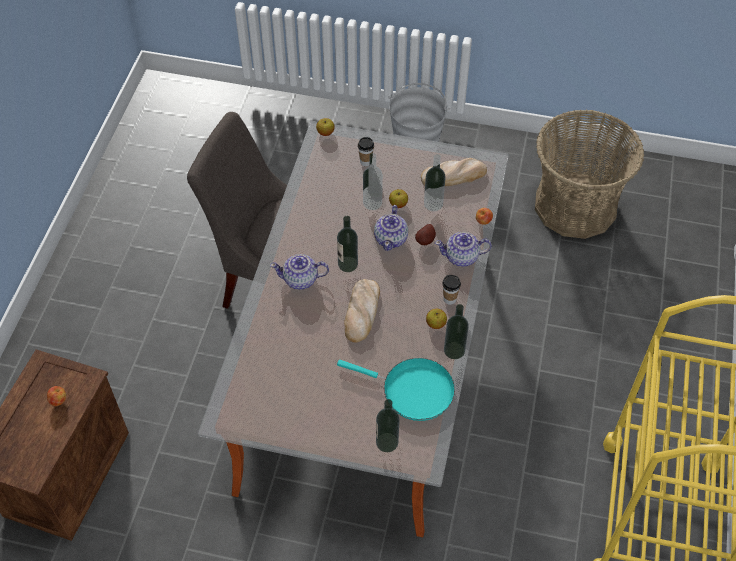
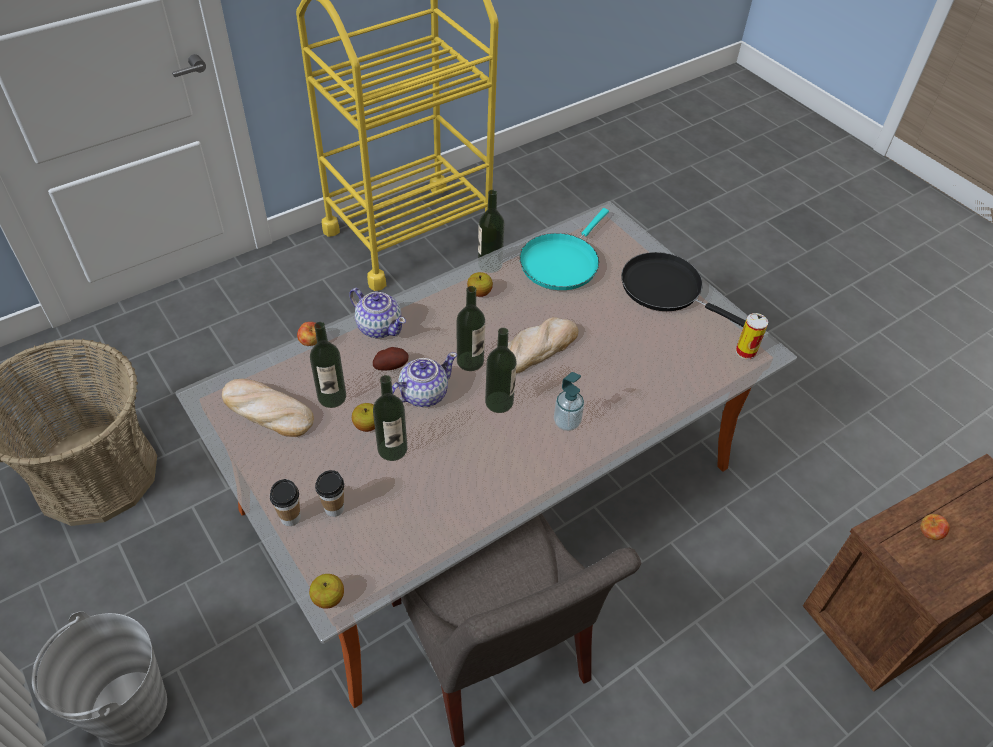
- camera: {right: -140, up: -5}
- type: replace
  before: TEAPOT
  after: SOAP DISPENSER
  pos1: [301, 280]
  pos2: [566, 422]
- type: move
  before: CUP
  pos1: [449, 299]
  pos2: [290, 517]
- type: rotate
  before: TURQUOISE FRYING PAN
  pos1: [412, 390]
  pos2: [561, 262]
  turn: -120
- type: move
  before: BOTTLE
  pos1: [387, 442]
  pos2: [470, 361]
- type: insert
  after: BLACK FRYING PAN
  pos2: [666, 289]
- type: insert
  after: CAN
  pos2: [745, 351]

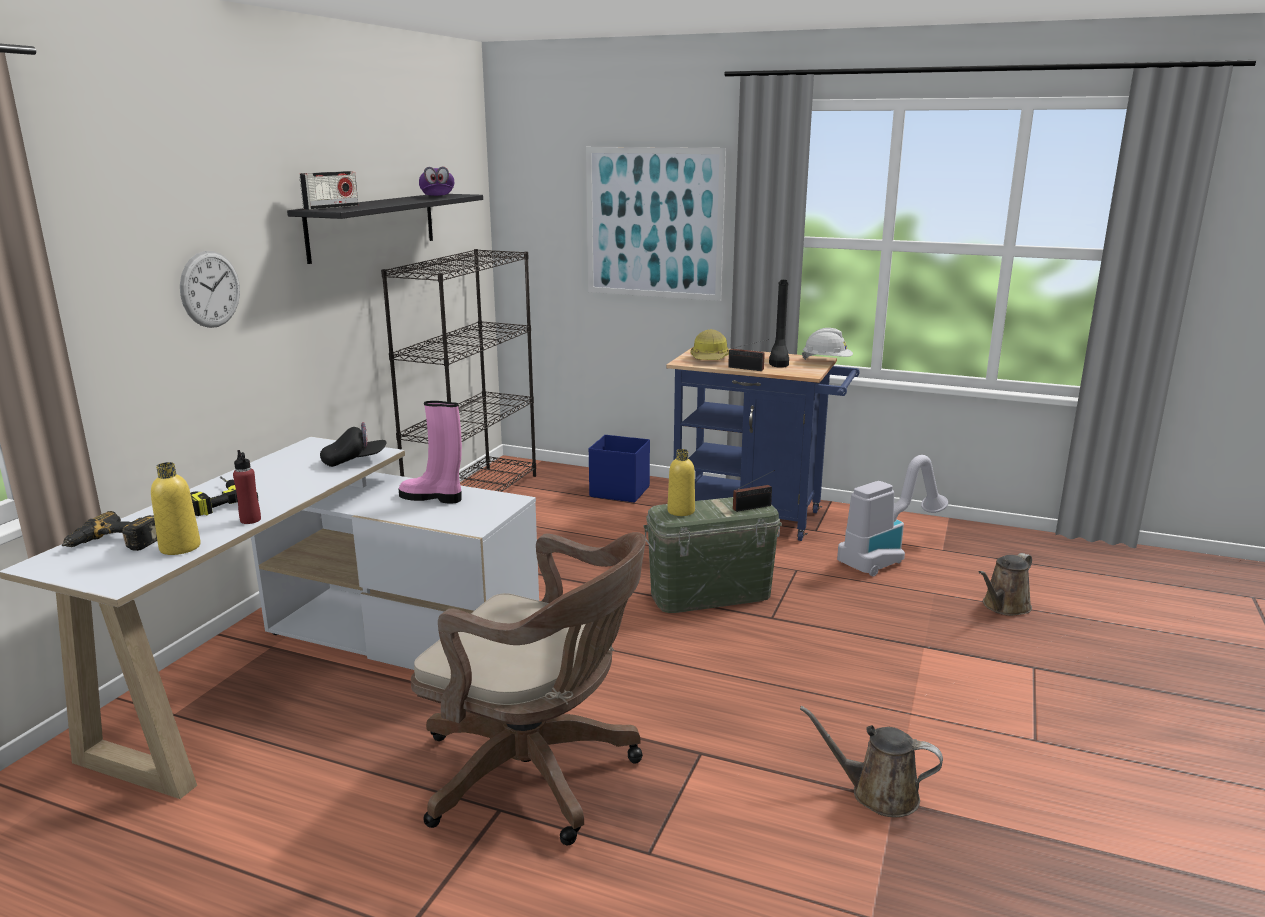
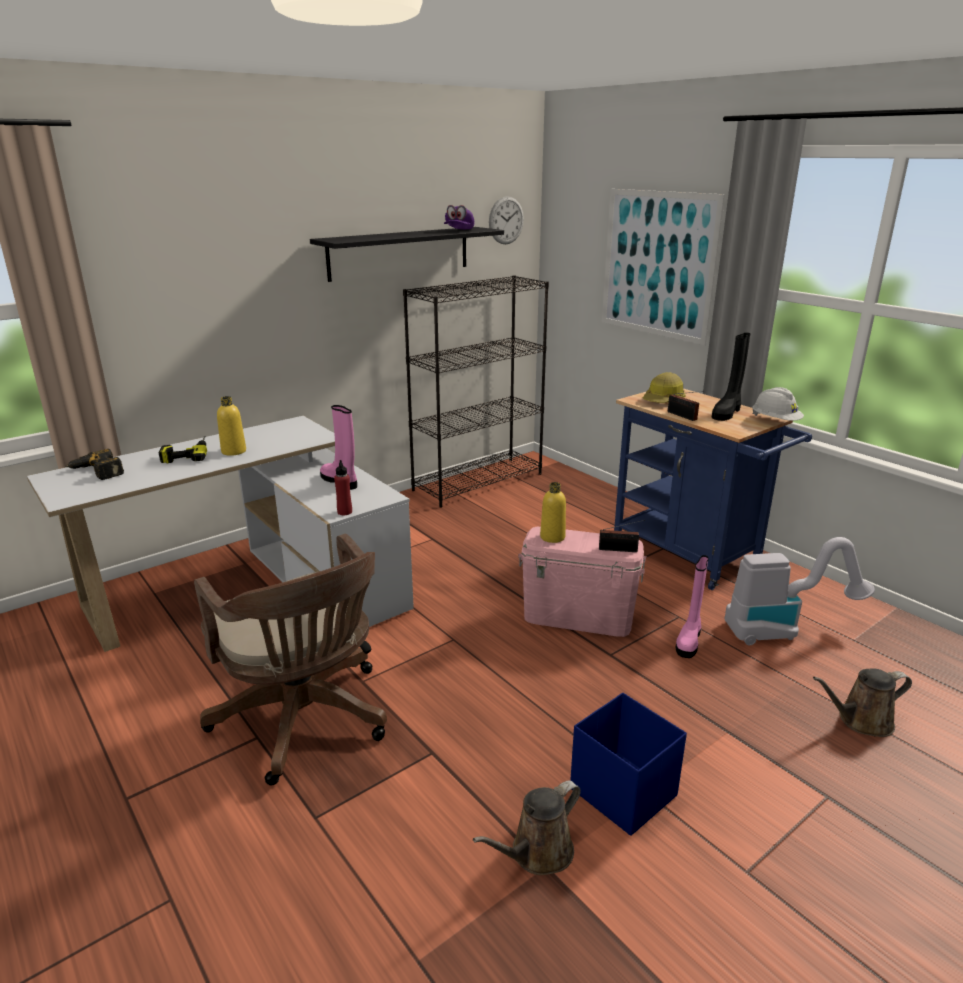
- camera: {right: 30, up: 5}
- type: delete
  before: RADIO
  pos1: [331, 207]
- type: move
  before: WALL CLOCK
  pos1: [210, 289]
  pos2: [506, 220]
- type: delete
  before: BLACK CAP
  pos1: [354, 461]
- type: move
  before: BLUE STORAGE BOX
  pos1: [619, 491]
  pos2: [622, 791]
- type: move
  before: RED BOTTLE
  pos1: [250, 520]
  pos2: [344, 512]
- type: move
  before: YELLOW BOTTLE
  pos1: [180, 547]
  pos2: [234, 451]
- type: recolor
  before: GREEN STORAGE BOX
  after: PINK STORAGE BOX
  pos1: [710, 594]
  pos2: [578, 616]
- type: rotate
  before: BROWN WATERING CAN
  pos1: [877, 794]
  pos2: [537, 853]
  turn: -90
- type: insert
  after: PINK BOOT
  pos2: [689, 641]

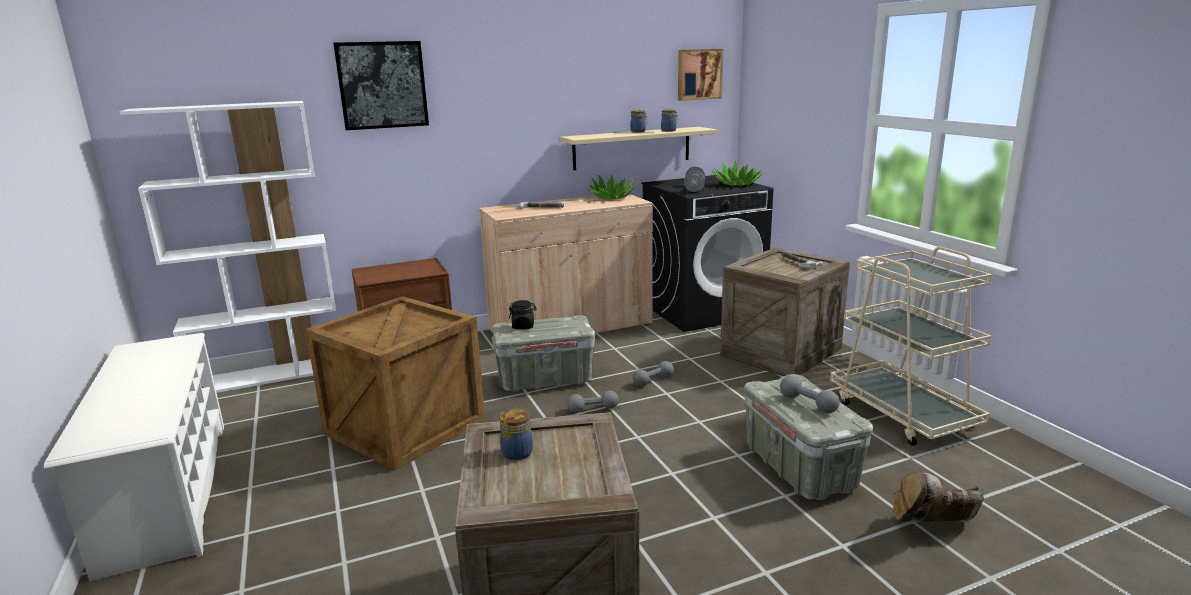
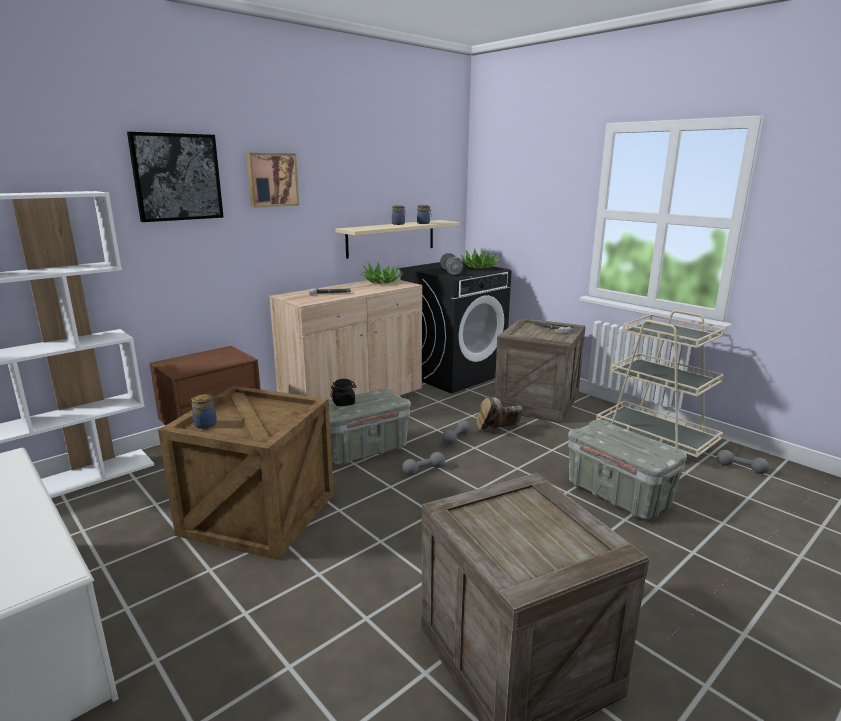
- camera: {right: -20, up: 0}
- type: move
  before: PICTURE
  pos1: [699, 74]
  pos2: [272, 180]
- type: move
  before: GREY DUMBBELL
  pos1: [808, 404]
  pos2: [741, 468]
- type: move
  before: JAR
  pos1: [516, 452]
  pos2: [204, 424]
- type: move
  before: BROWN BOOT
  pos1: [931, 527]
  pos2: [497, 430]

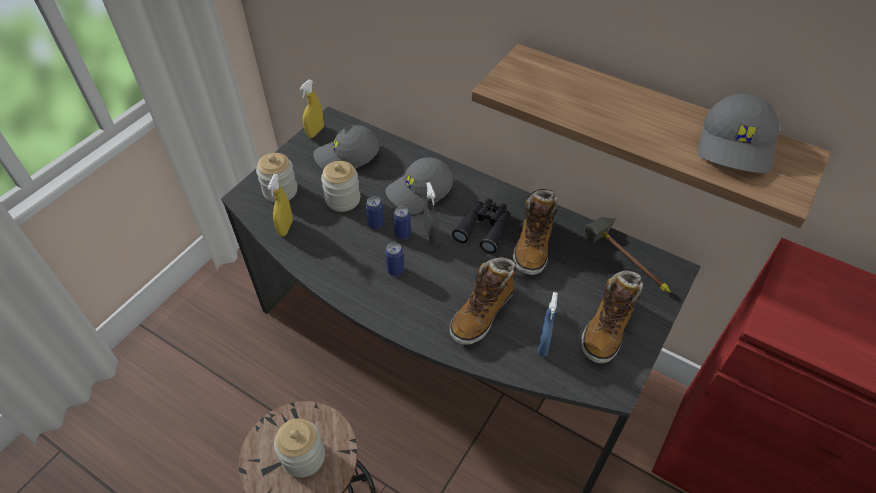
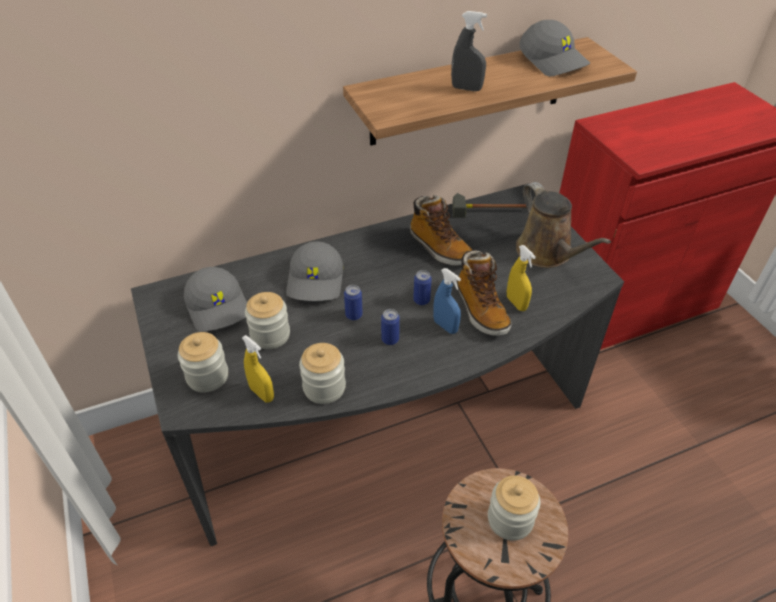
- camera: {right: -55, up: -5}
- type: move
  before: YELLOW SPRAY BOTTLE
  pos1: [315, 132]
  pos2: [516, 303]
- type: rotate
  before: GREY CAP
  pos1: [347, 157]
  pos2: [219, 306]
  turn: -45
- type: move
  before: GREY SPRAY BOTTLE
  pos1: [431, 236]
  pos2: [466, 88]
- type: move
  before: CAN
  pos1: [376, 224]
  pos2: [421, 300]
- type: delete
  before: BLACK BINOCULARS
  pos1: [484, 228]
- type: replace
  before: BOOT
  after: BROWN WATERING CAN
  pos1: [607, 328]
  pos2: [547, 253]
- type: move
  before: BLUE SPRAY BOTTLE
  pos1: [543, 345]
  pos2: [445, 326]
- type: insert
  after: JAR
  pos2: [324, 387]

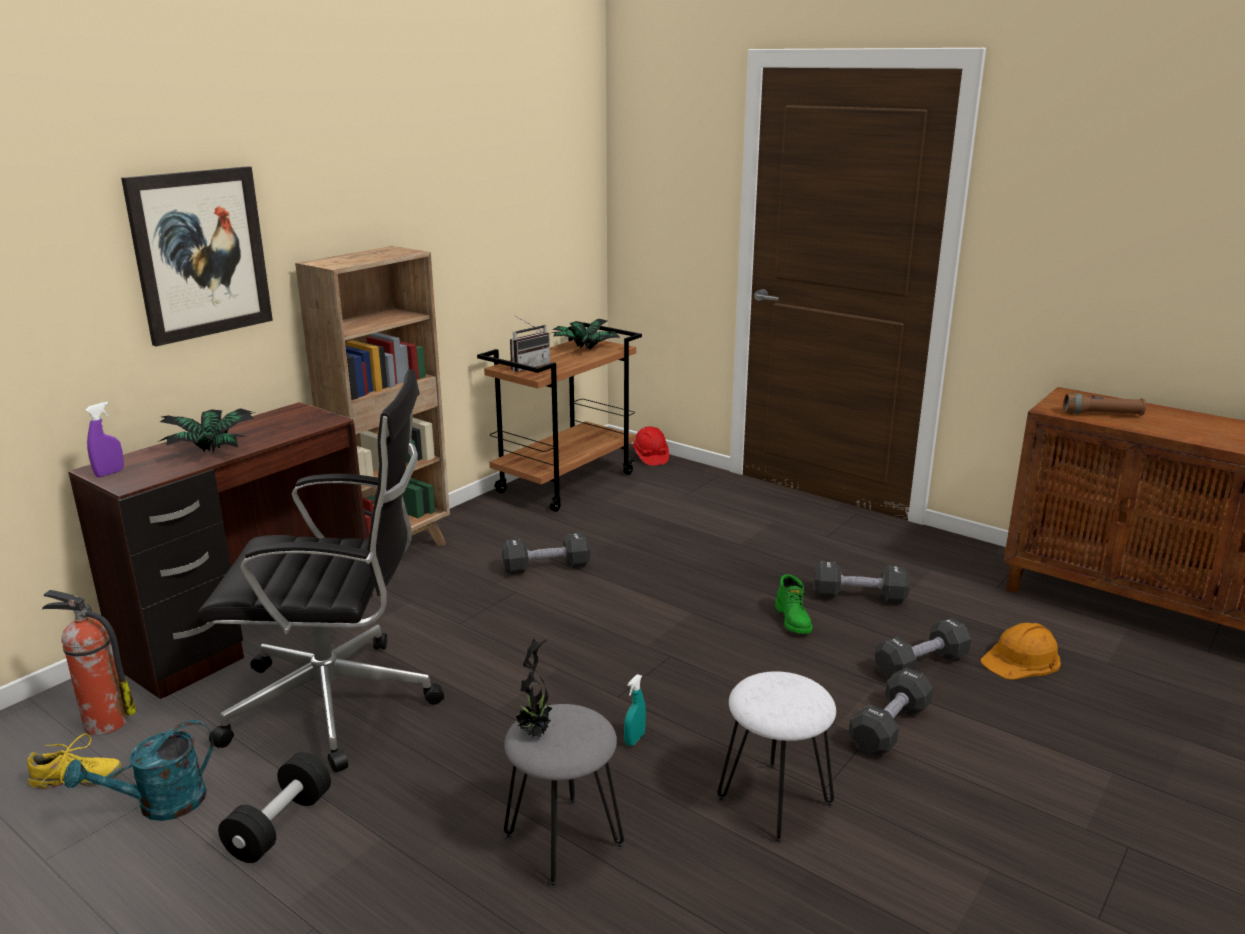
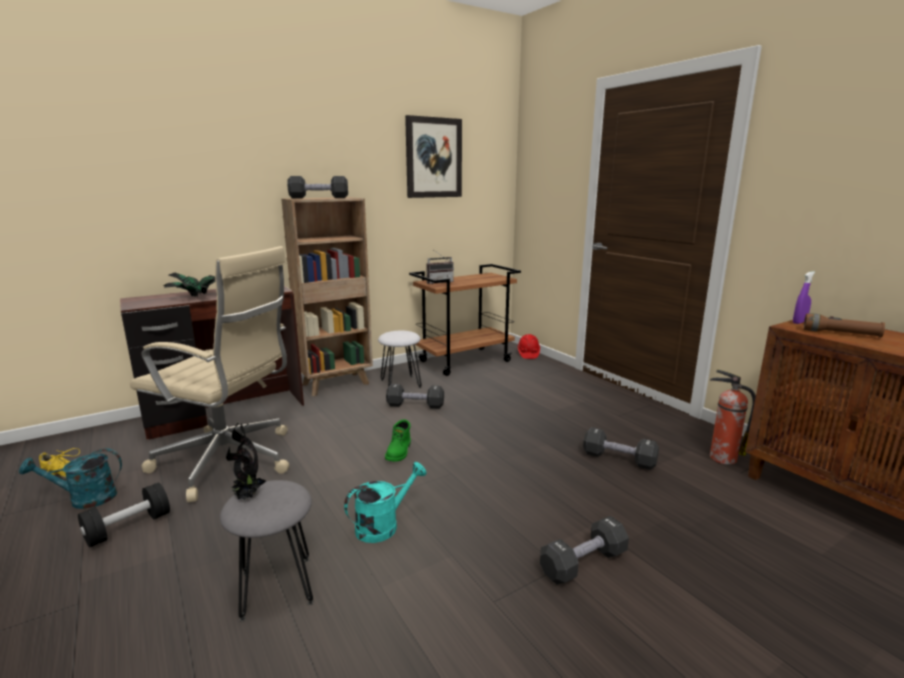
- camera: {right: 20, up: -5}
- type: move
  before: PICTURE
  pos1: [200, 254]
  pos2: [434, 158]
- type: delete
  before: POTTED PLANT
  pos1: [584, 349]
- type: recolor
  before: BLACK OFFICE CHAIR
  after: BEIGE OFFICE CHAIR
  pos1: [338, 704]
  pos2: [229, 461]
- type: move
  before: PURPLE SPRAY BOTTLE
  pos1: [109, 473]
  pos2: [799, 322]
- type: move
  before: GREEN BOOT
  pos1: [794, 620]
  pos2: [399, 452]
- type: move
  before: FIRE EXTINGUISHER
  pos1: [103, 722]
  pos2: [721, 457]
- type: move
  before: BLACK DUMBBELL
  pos1: [920, 665]
  pos2: [319, 198]
- type: delete
  before: ORANGE HARD HAT
  pos1: [1021, 660]
- type: move
  before: WHITE STOOL
  pos1: [775, 802]
  pos2: [400, 384]
- type: replace
  before: TURQUOISE SPRAY BOTTLE
  after: TURQUOISE WATERING CAN
  pos1: [634, 739]
  pos2: [383, 525]

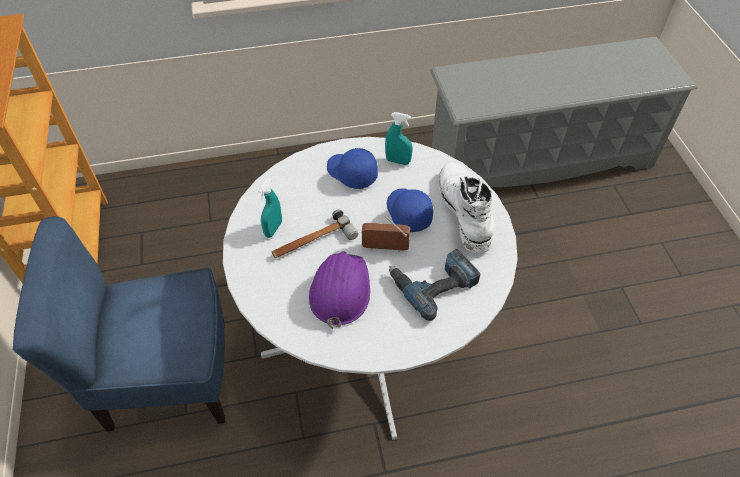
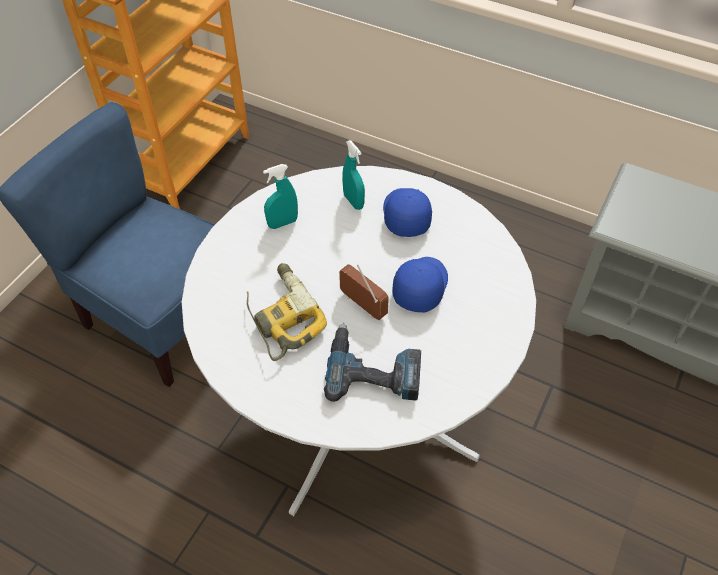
- camera: {right: 40, up: 0}
- type: move
  before: TURQUOISE SPRAY BOTTLE
  pos1: [398, 161]
  pos2: [353, 201]
- type: delete
  before: WHITE BOOT
  pos1: [464, 210]
- type: delete
  before: HAMMER
  pos1: [313, 242]
- type: replace
  before: PURPLE HARD HAT
  after: POWER DRILL
  pos1: [340, 291]
  pos2: [281, 316]

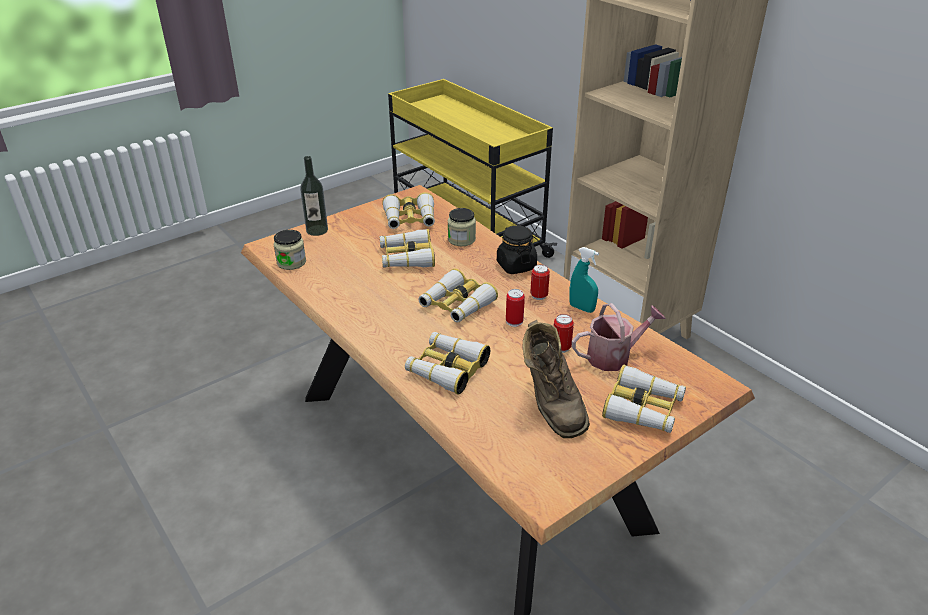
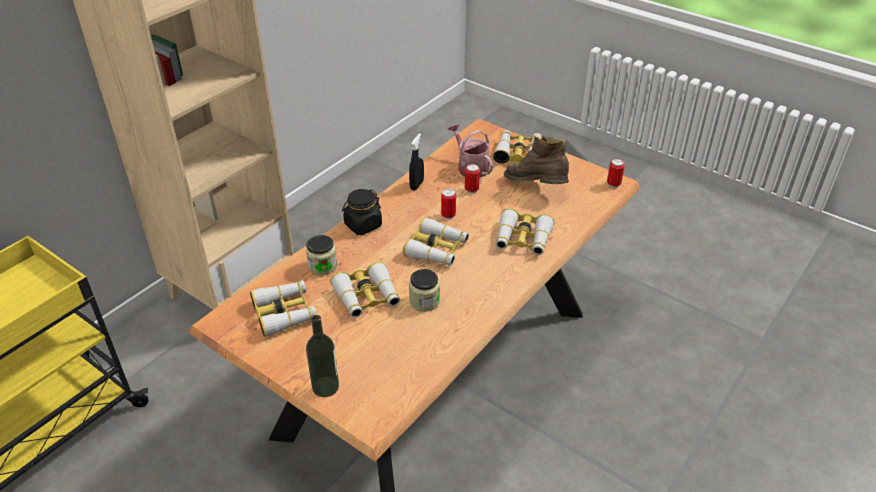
- camera: {right: -105, up: 5}
- type: move
  before: JAR
  pos1: [291, 262]
  pos2: [424, 301]
- type: recolor
  before: TURQUOISE SPRAY BOTTLE
  after: BLACK SPRAY BOTTLE
  pos1: [581, 308]
  pos2: [416, 185]
- type: move
  before: CAN
  pos1: [539, 296]
  pos2: [613, 184]
- type: rotate
  before: BROWN BOOT
  pos1: [551, 405]
  pos2: [536, 188]
  turn: -105

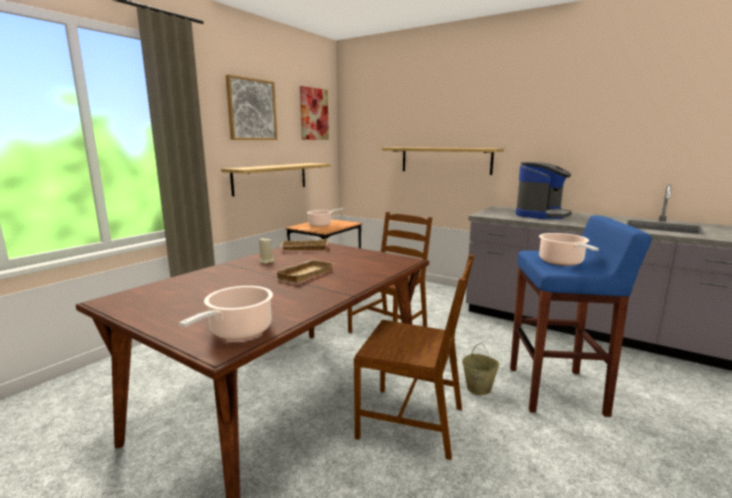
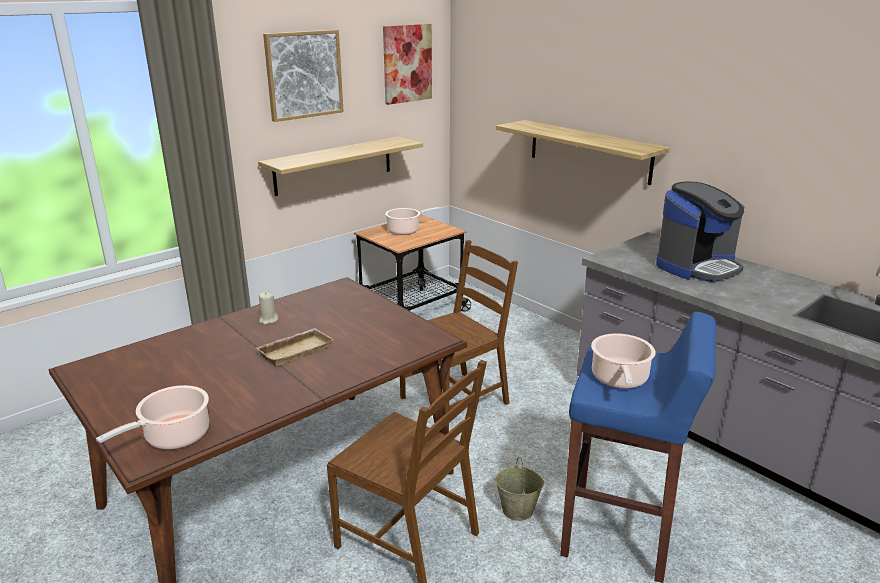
- camera: {right: 15, up: 10}
- type: delete
  before: BEIGE TRAY
  pos1: [304, 248]

